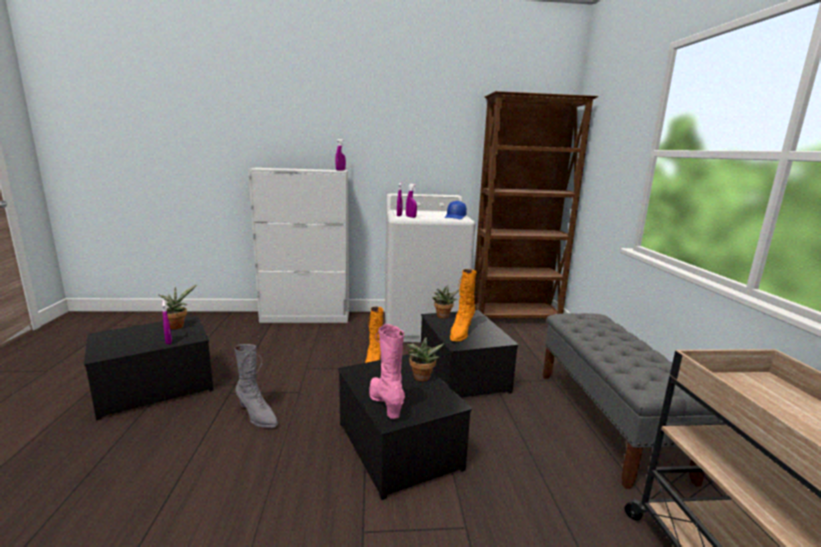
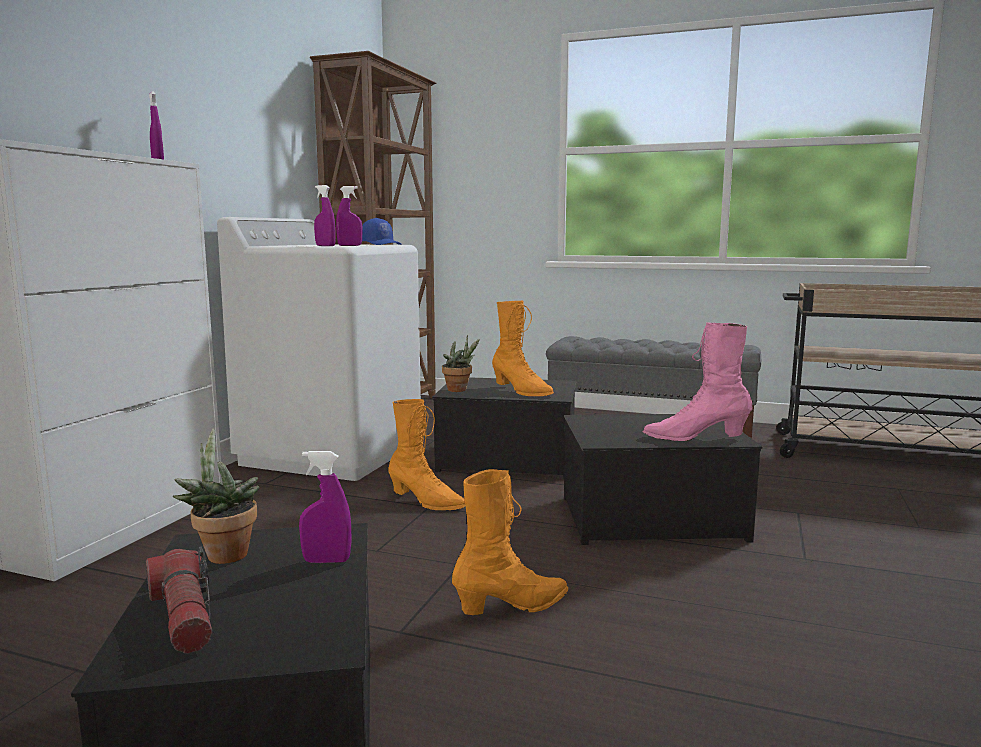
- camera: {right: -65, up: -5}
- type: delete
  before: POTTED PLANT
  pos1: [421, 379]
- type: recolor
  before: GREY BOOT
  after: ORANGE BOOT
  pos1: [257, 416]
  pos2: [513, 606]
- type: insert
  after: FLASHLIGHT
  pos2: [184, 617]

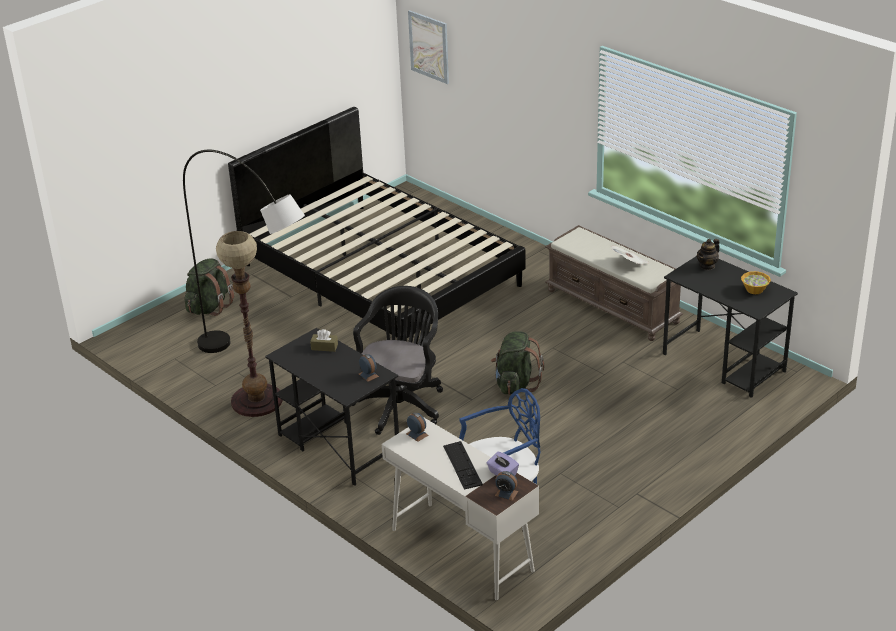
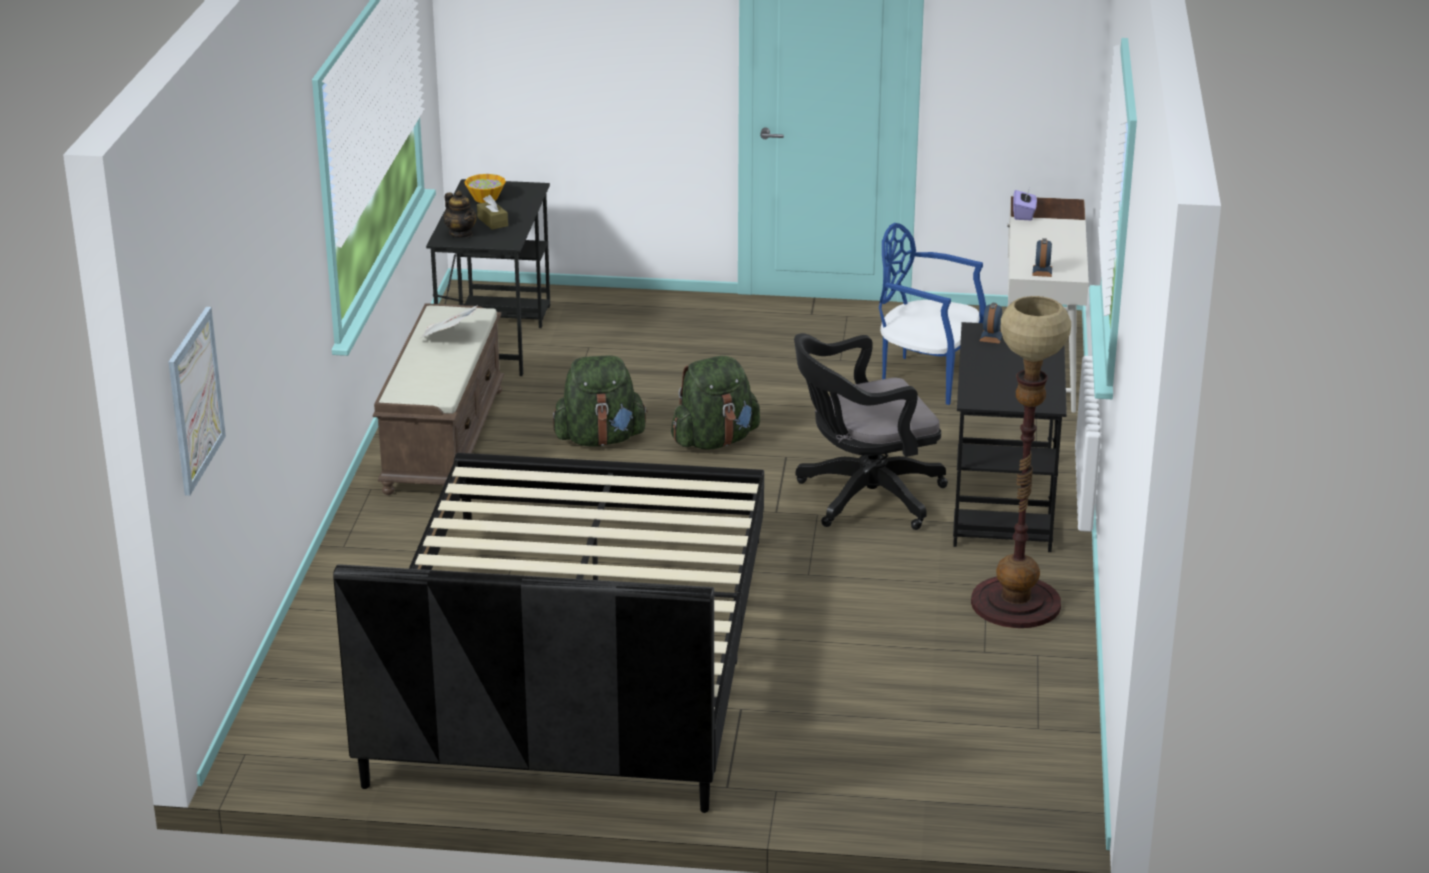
- camera: {right: -130, up: -5}
- type: delete
  before: GREY FLOOR LAMP
  pos1: [261, 362]
- type: rotate
  before: TEAPOT
  pos1: [707, 266]
  pos2: [461, 234]
  turn: 45
- type: move
  before: GREEN BACKPACK
  pos1: [209, 307]
  pos2: [600, 439]
- type: move
  before: BROWN TISSUE BOX
  pos1: [324, 347]
  pos2: [492, 222]
- type: delete
  before: KEYBOARD
  pos1: [462, 465]
- type: delete
  before: ALARM CLOCK
  pos1: [506, 493]

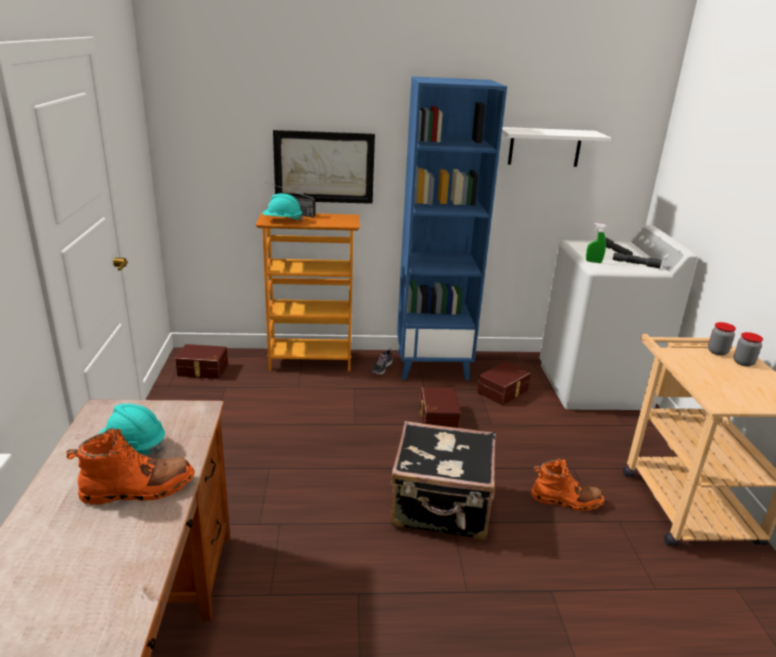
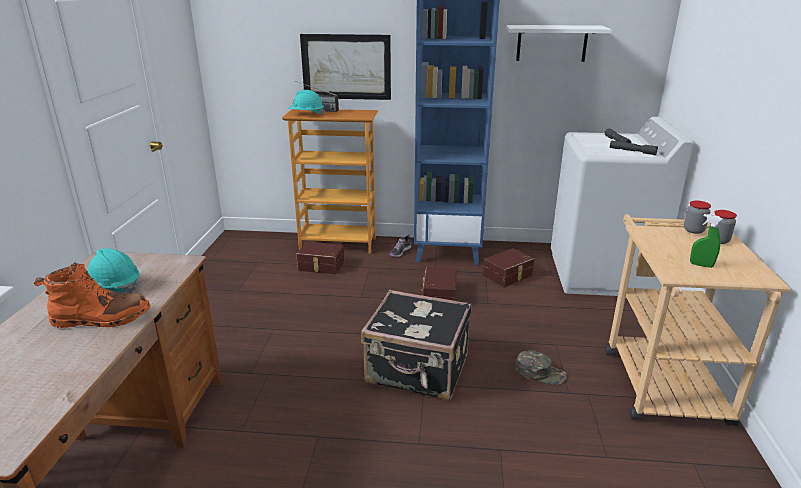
- camera: {right: 10, up: 0}
- type: move
  before: GREEN SPRAY BOTTLE
  pos1: [593, 262]
  pos2: [701, 265]
- type: move
  before: BROWN STORAGE BOX
  pos1: [202, 370]
  pos2: [321, 266]
- type: replace
  before: ORANGE BOOT
  after: GREEN CAP
  pos1: [566, 500]
  pos2: [540, 372]

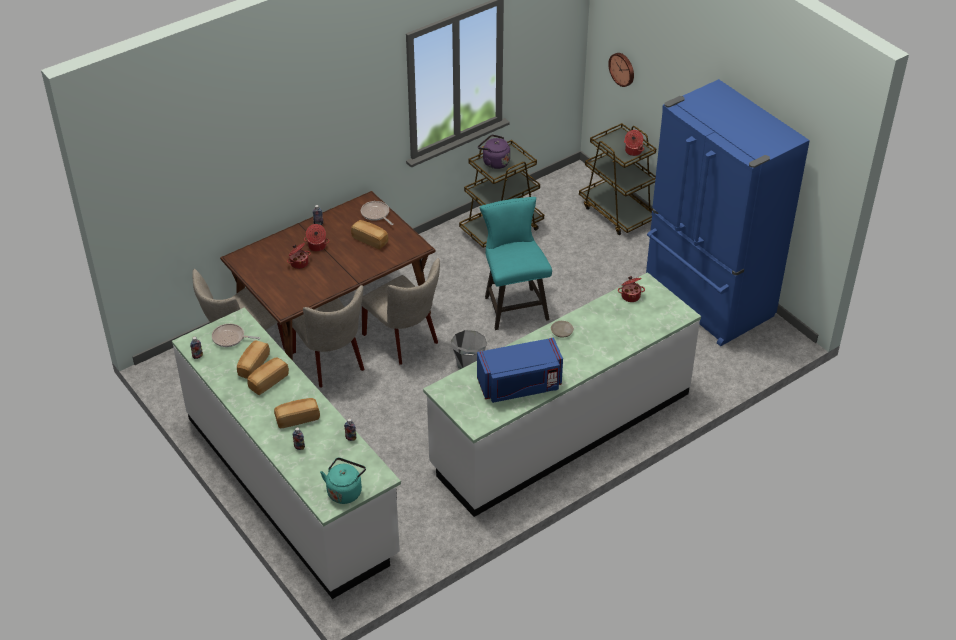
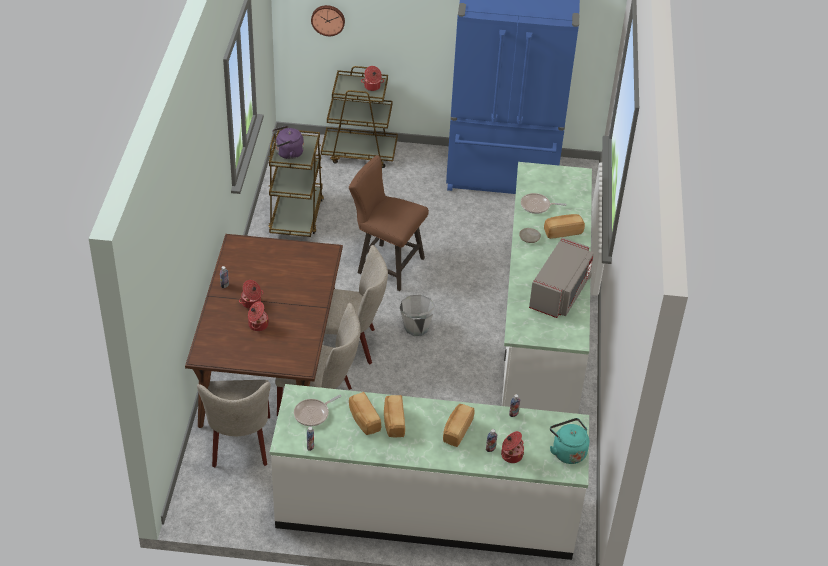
- camera: {right: -50, up: 0}
- type: recolor
  before: TURQUOISE STOOL
  after: BROWN STOOL
  pos1: [513, 305]
  pos2: [386, 265]
- type: move
  before: FRYING PAN
  pos1: [376, 214]
  pos2: [537, 206]
- type: move
  before: BREAD
  pos1: [370, 240]
  pos2: [563, 232]
- type: move
  before: COOKING POT
  pos1: [630, 296]
  pos2: [511, 455]
- type: recolor
  before: BLUE MICROWAVE
  after: GREY MICROWAVE
  pos1: [520, 385]
  pos2: [560, 293]

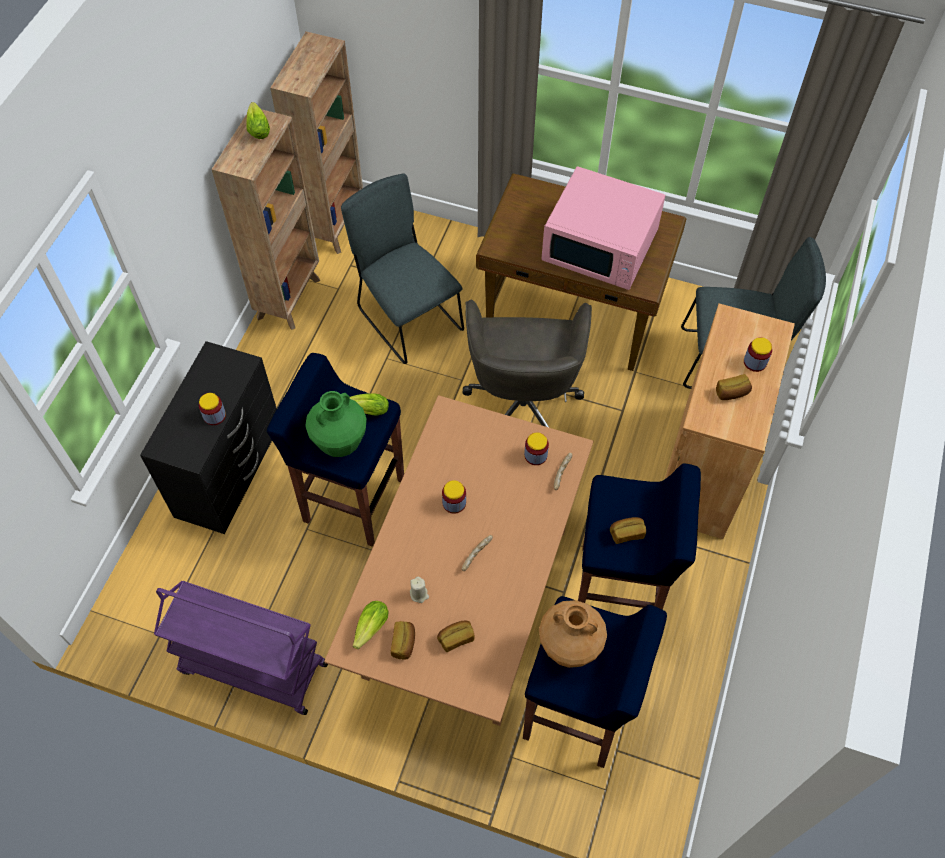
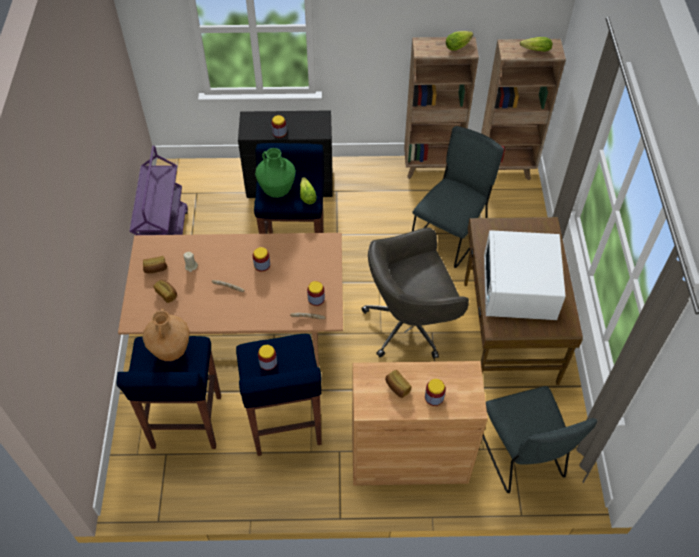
- camera: {right: 70, up: -5}
- type: recolor
  before: PINK MICROWAVE
  after: WHITE MICROWAVE
  pos1: [601, 246]
  pos2: [518, 288]
- type: replace
  before: BREAD
  after: JAR
  pos1: [626, 533]
  pos2: [268, 362]
- type: move
  before: LETTUCE
  pos1: [369, 630]
  pos2: [534, 50]

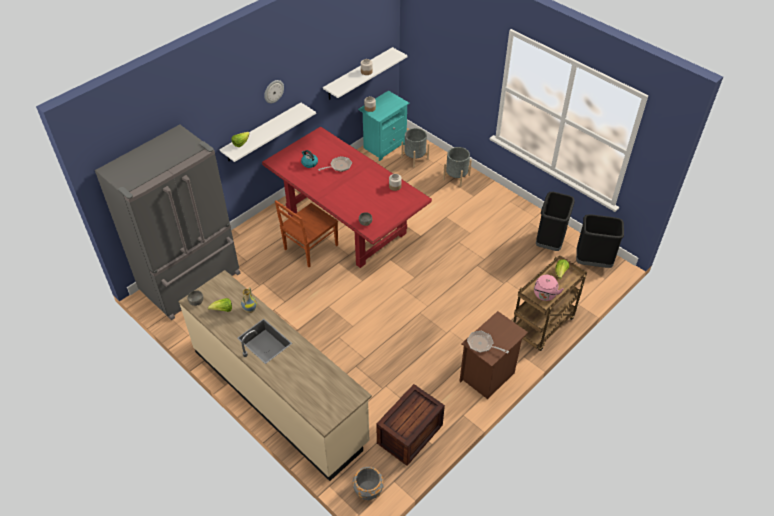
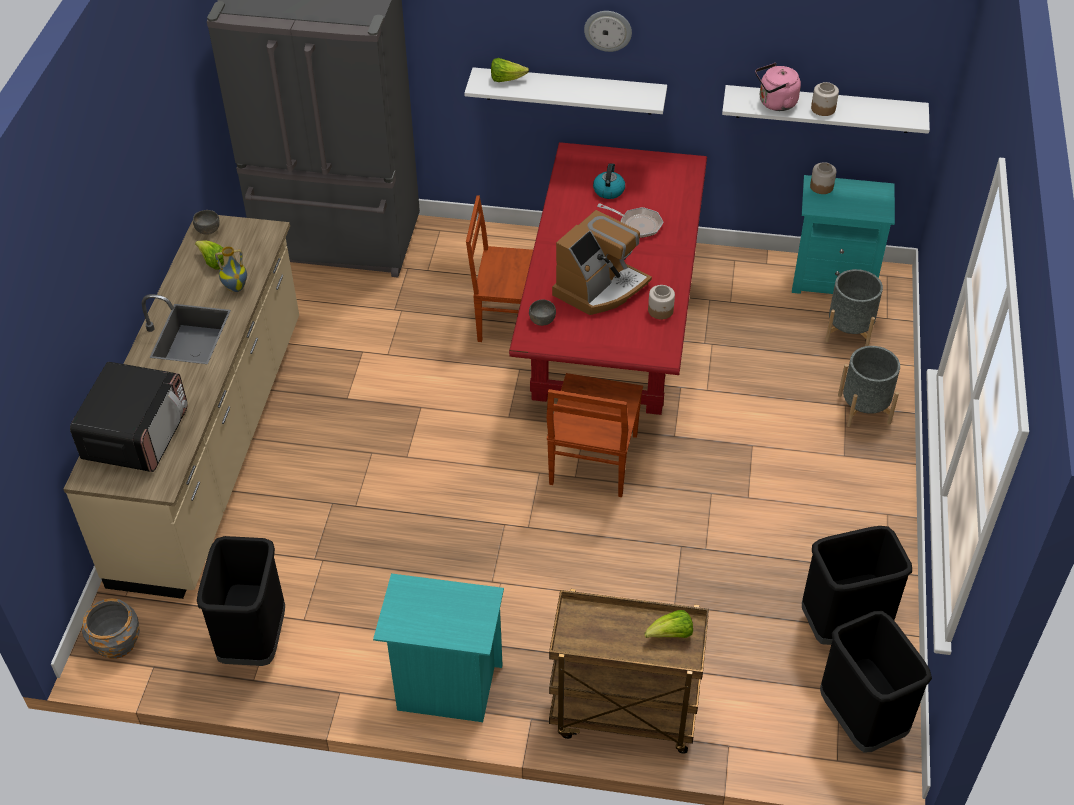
- camera: {right: 55, up: 0}
- type: move
  before: PINK KETTLE
  pos1: [544, 295]
  pos2: [775, 103]
- type: recolor
  before: BROWN NIGHTSTAND
  after: TURQUOISE NIGHTSTAND
  pos1: [488, 376]
  pos2: [445, 687]
- type: delete
  before: FRYING PAN
  pos1: [482, 344]
- type: replace
  before: CRATE
  after: BLACK TRASH CAN
  pos1: [410, 433]
  pos2: [254, 640]
- type: insert
  after: COFFEE MACHINE
  pos2: [600, 288]
- type: insert
  after: MICROWAVE
  pos2: [137, 434]
- type: insert
  after: BROWN CHAIR
  pos2: [592, 461]

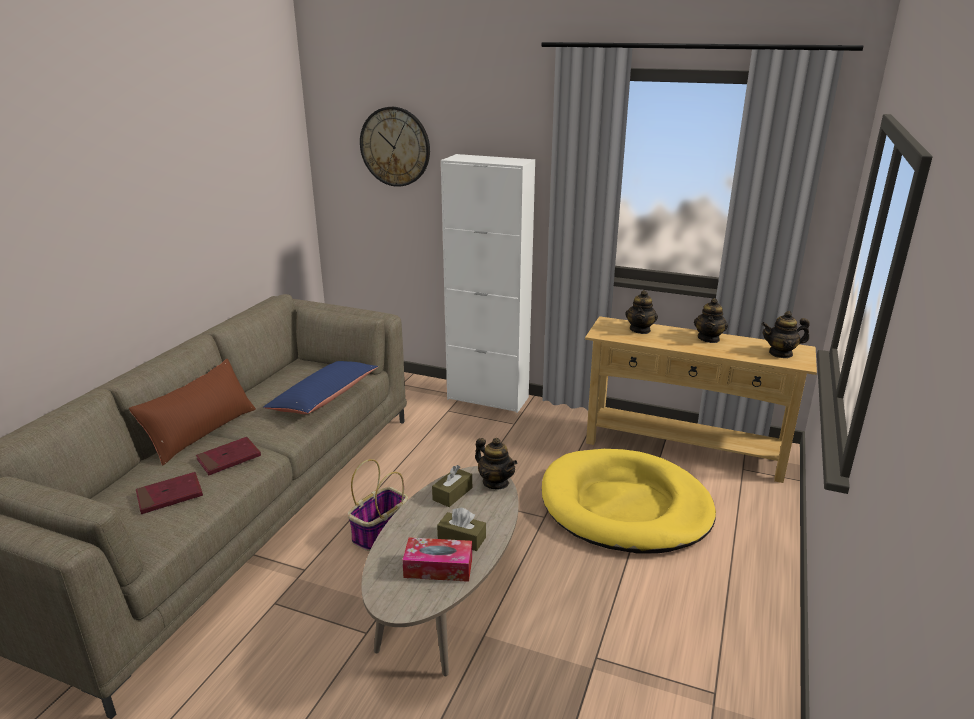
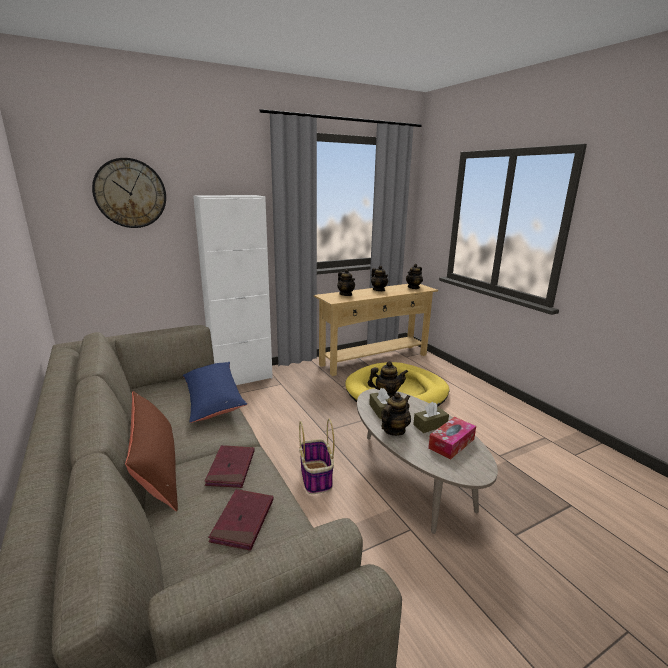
- camera: {right: -50, up: -5}
- type: insert
  after: TEAPOT
  pos2: [394, 430]

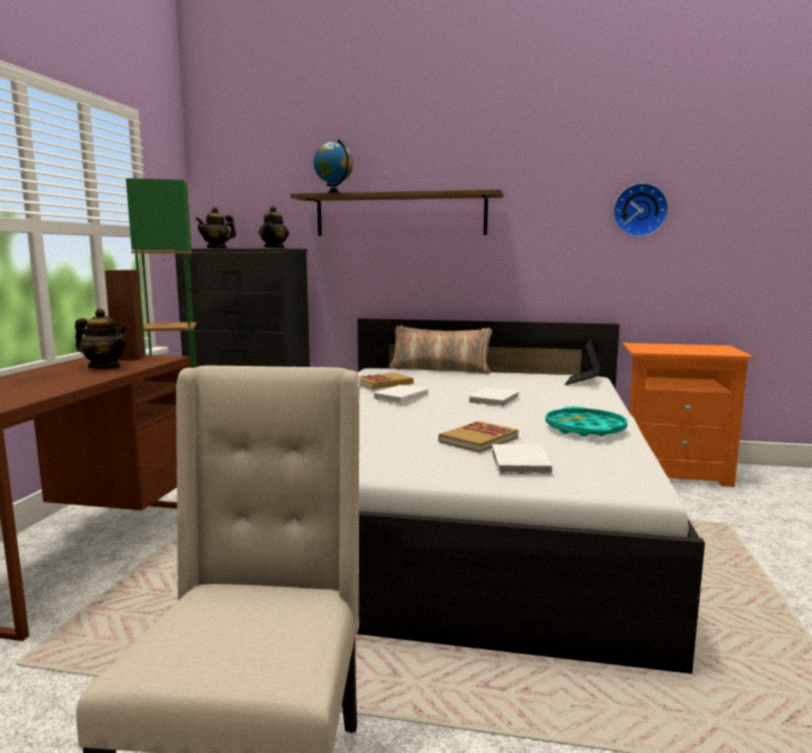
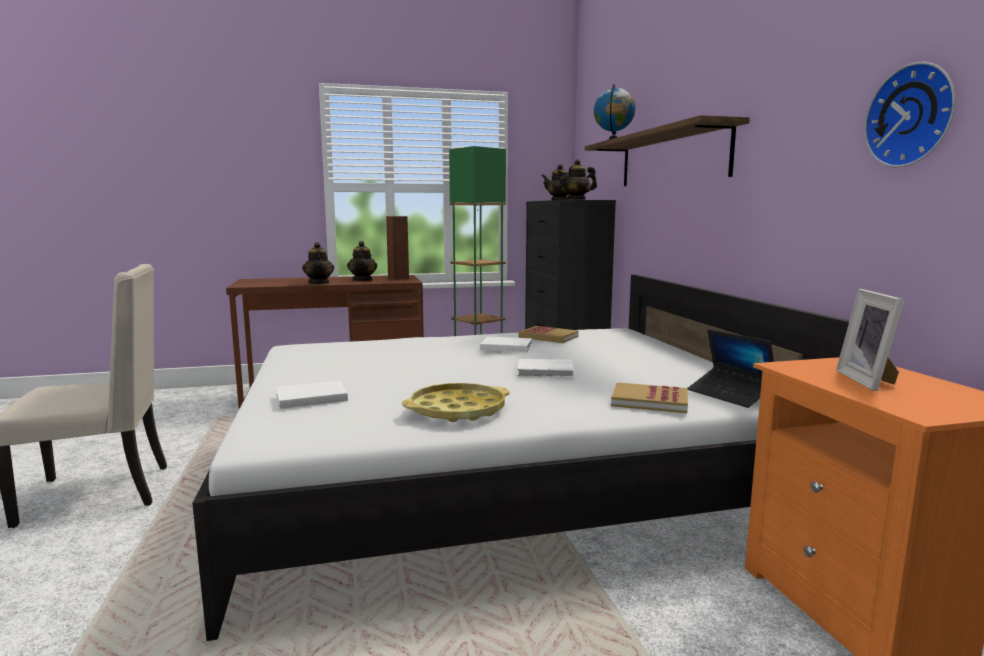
- camera: {right: 65, up: 0}
- type: delete
  before: PILLOW
  pos1: [440, 369]
- type: rotate
  before: LAPTOP
  pos1: [582, 381]
  pos2: [730, 394]
  turn: -120
- type: recolor
  before: TURQUOISE TRAY
  after: YELLOW TRAY
  pos1: [585, 429]
  pos2: [457, 410]
- type: move
  before: BOOK
  pos1: [478, 440]
  pos2: [649, 401]
- type: insert
  after: TEAPOT
  pos2: [319, 283]
- type: insert
  after: PICTURE FRAME
  pos2: [870, 381]

